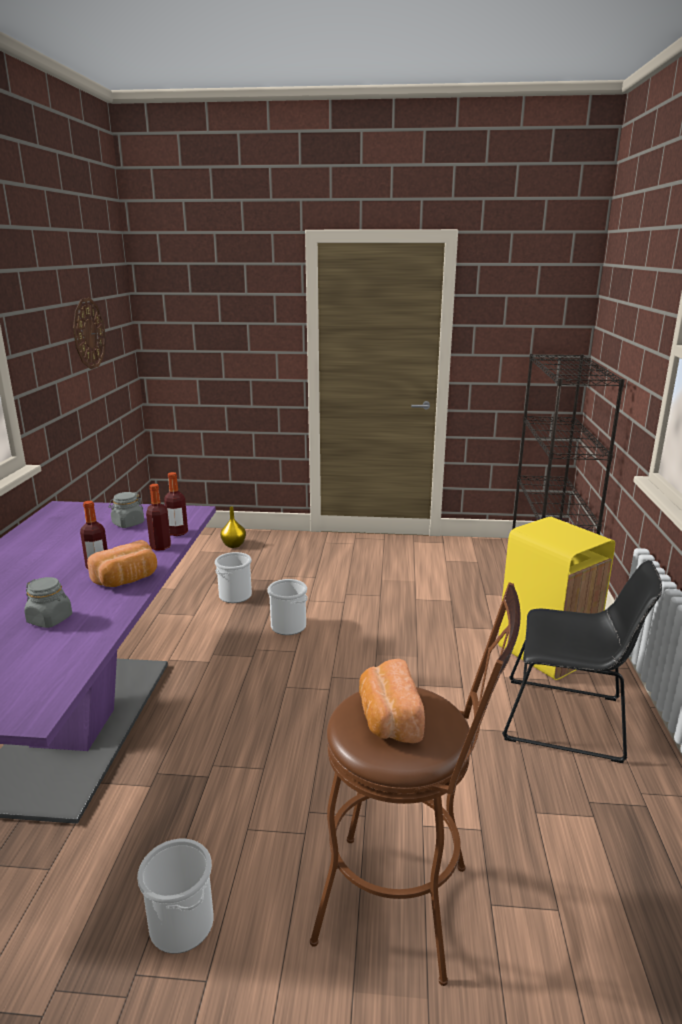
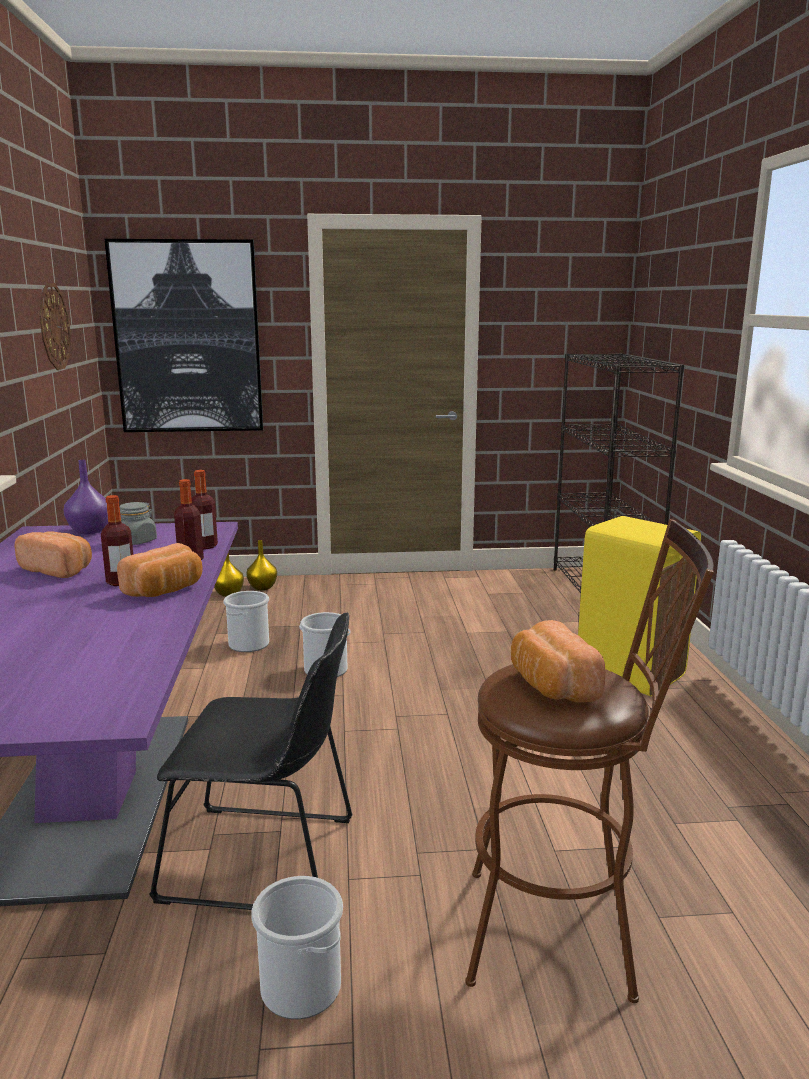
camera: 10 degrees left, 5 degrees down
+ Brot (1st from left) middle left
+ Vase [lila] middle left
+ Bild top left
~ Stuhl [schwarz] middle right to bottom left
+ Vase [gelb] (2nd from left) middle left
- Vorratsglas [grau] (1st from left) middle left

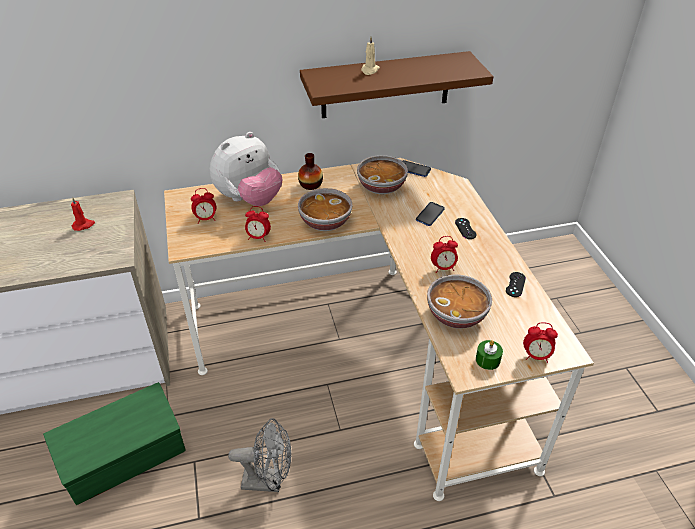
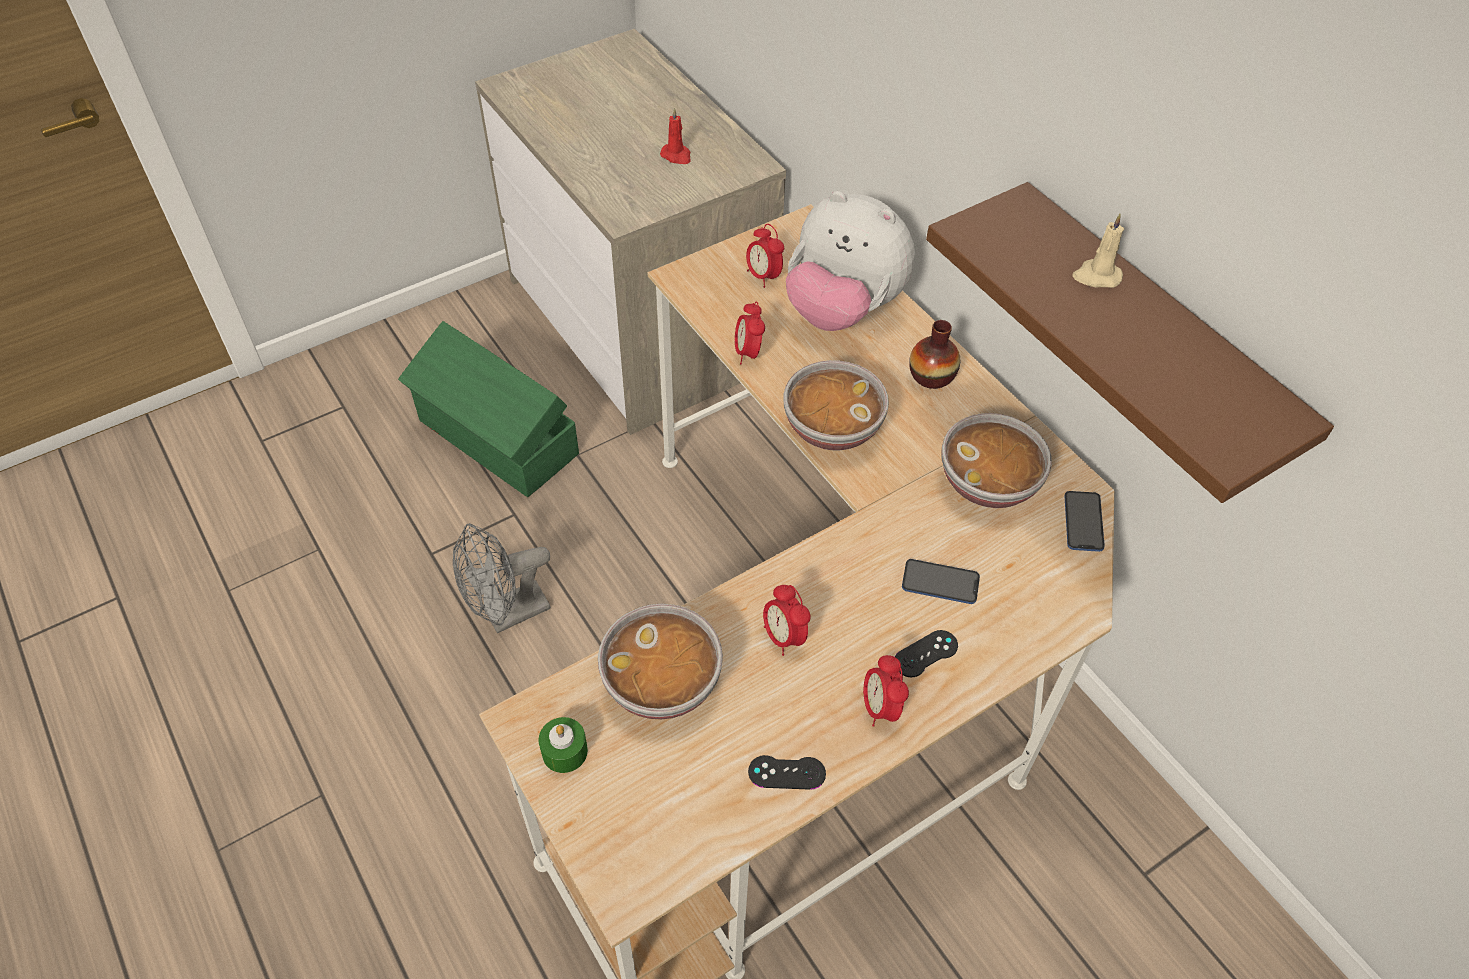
camera: 70 degrees right, 10 degrees up
~ Ventilator [grau] bottom centre = centre 75 degrees clockwise
~ Wecker (4th from left) middle right to bottom centre

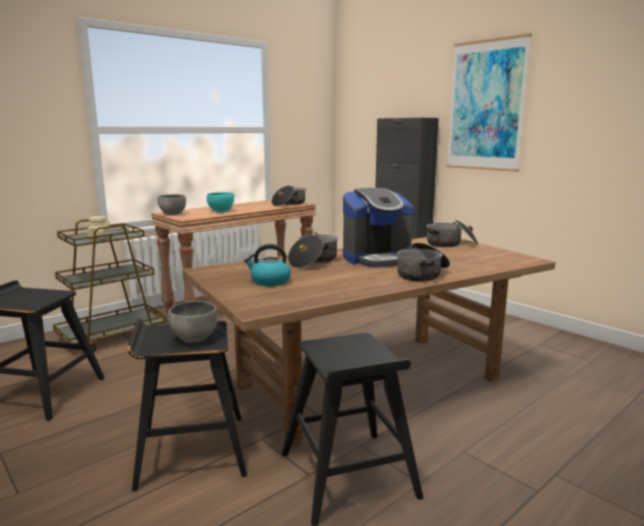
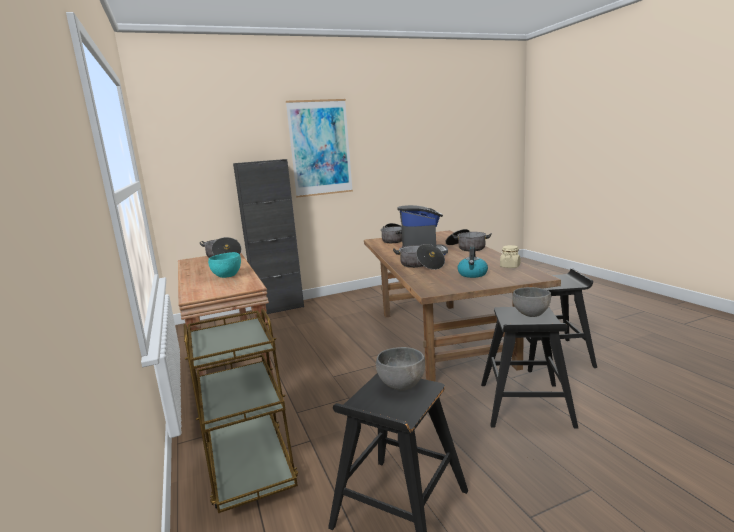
camera: 70 degrees left, 0 degrees up
~ Schüssel [grau] (1st from left) middle left to bottom centre
~ Vorratsglas [beige] middle left to middle right

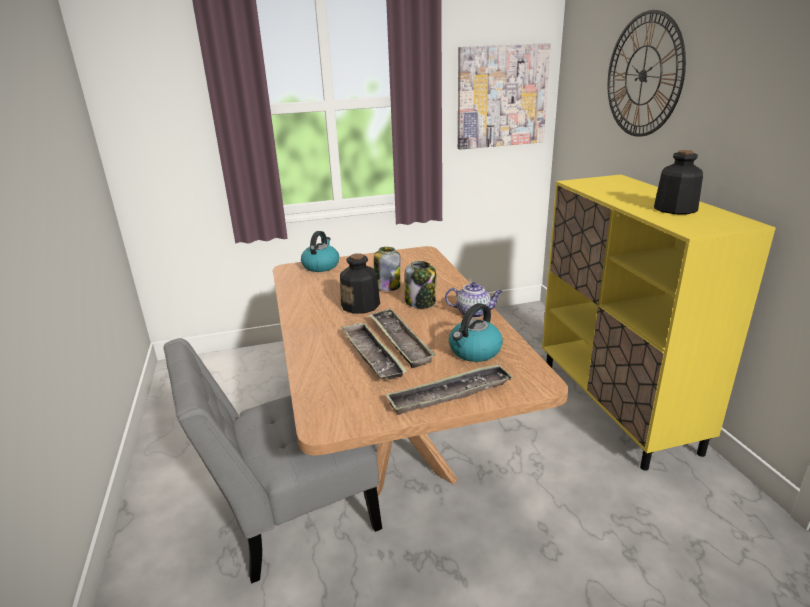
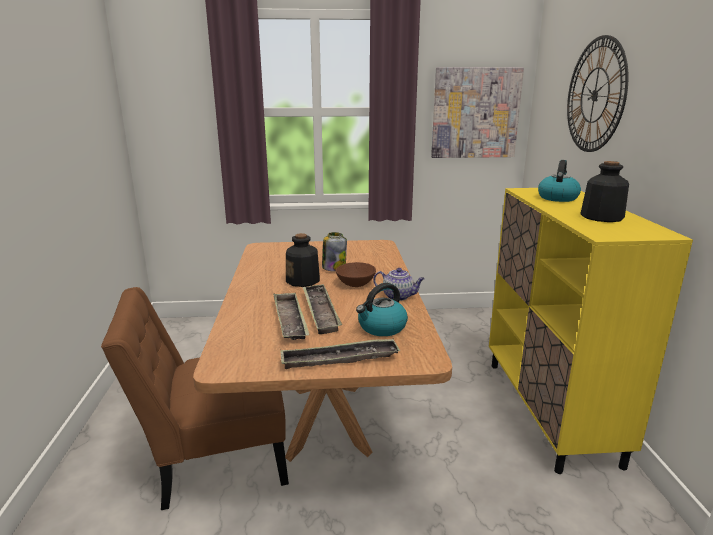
camera: 10 degrees right, 5 degrees down
~ Stuhl [grau] bottom centre to Stuhl [braun] bottom left
~ Vorratsglas (2nd from left) centre to Schüssel [braun] centre
~ Wasserkessel (1st from left in the first image) centre to Wasserkessel (2nd from left) middle right

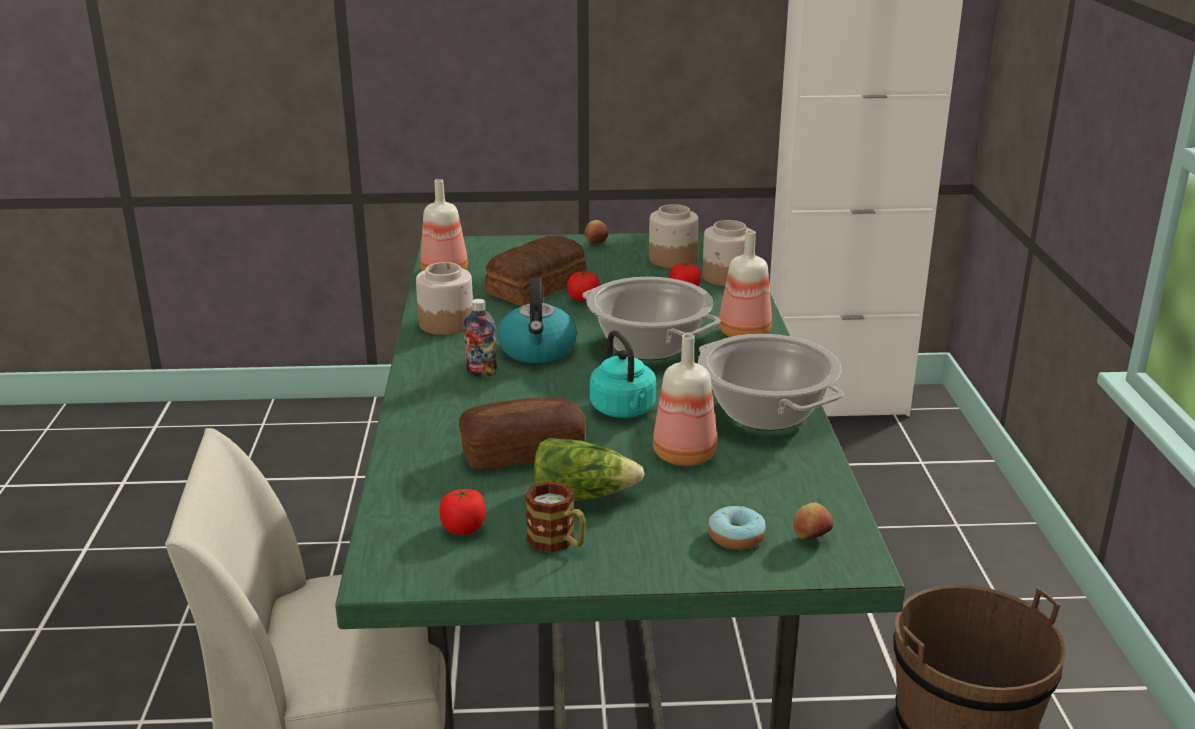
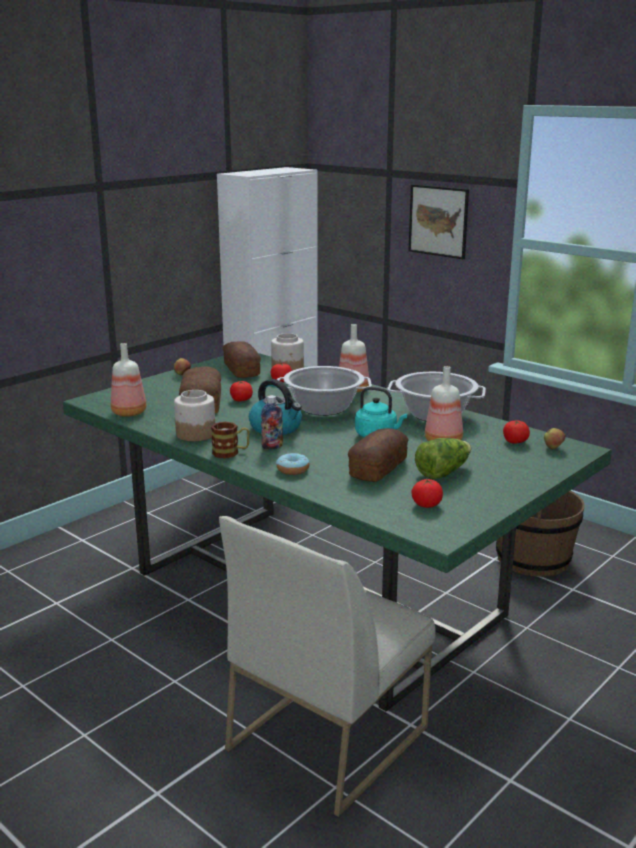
camera: 45 degrees left, 5 degrees down
~ Henkelbecher bottom centre to centre
~ Vorratsglas (2nd from left) top centre to Brot (2nd from left) centre
~ Donut bottom centre to centre
+ Bild top right
+ Tomate (4th from left) middle right

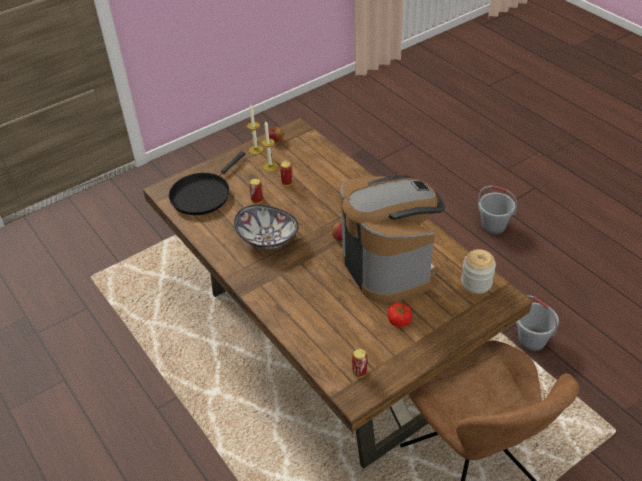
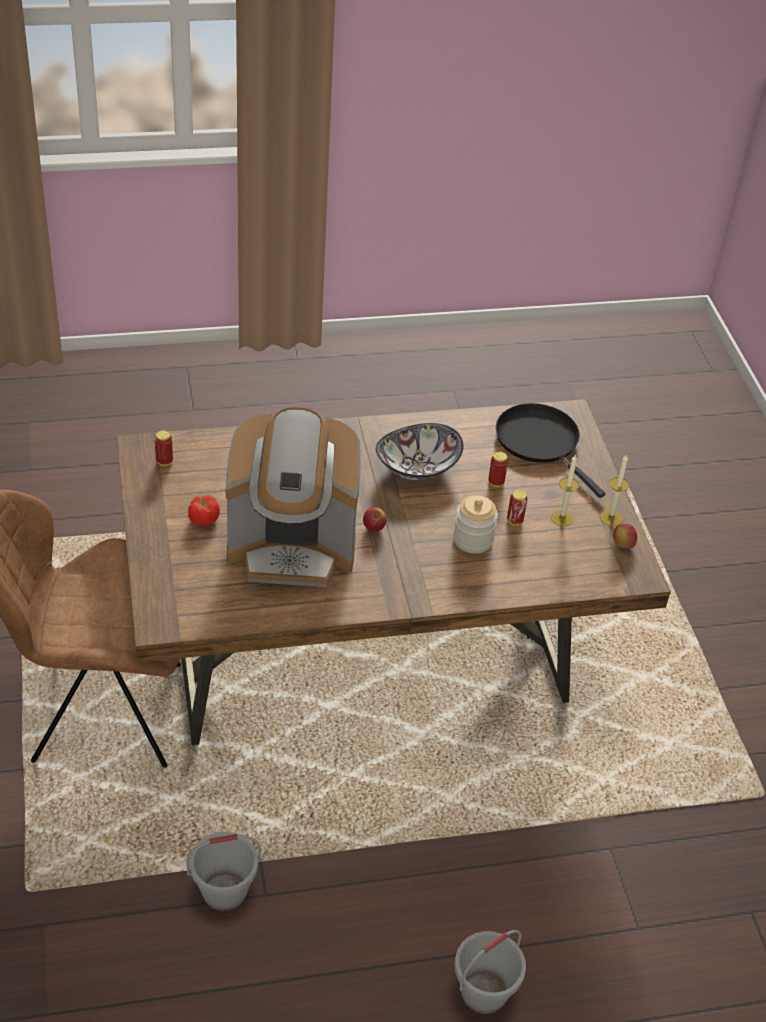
camera: 110 degrees right, 0 degrees up
~ Vorratsglas middle right to centre

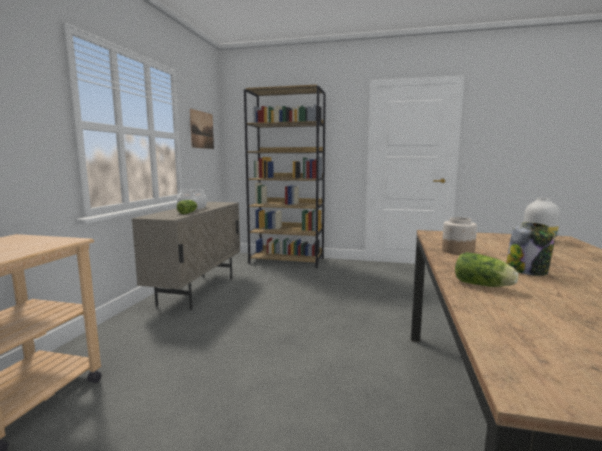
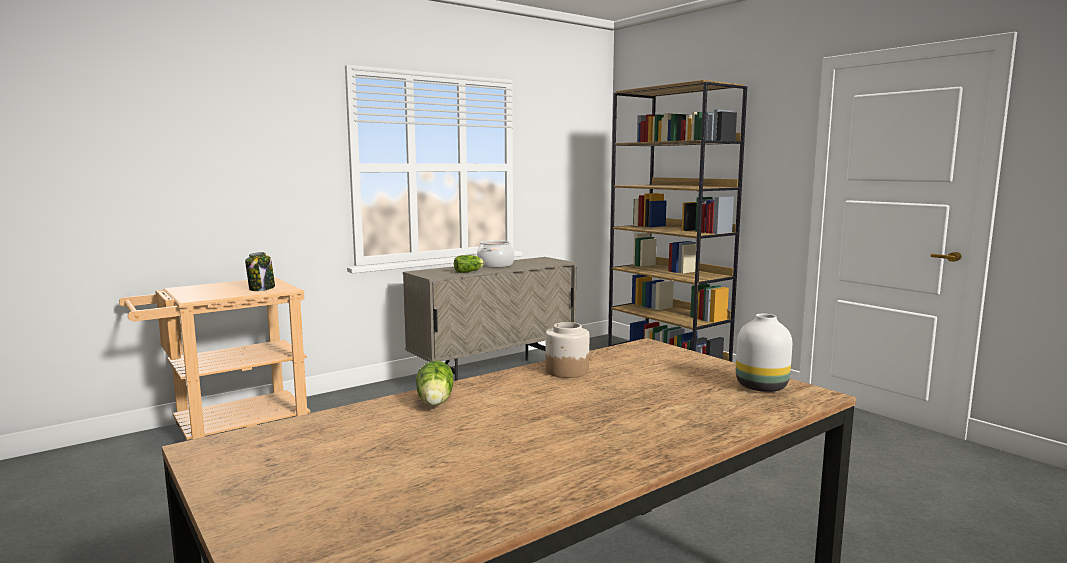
camera: 40 degrees right, 0 degrees up
~ Vorratsglas (2nd from left in the first image) middle right to Vorratsglas (1st from left) middle left
- Bild top centre

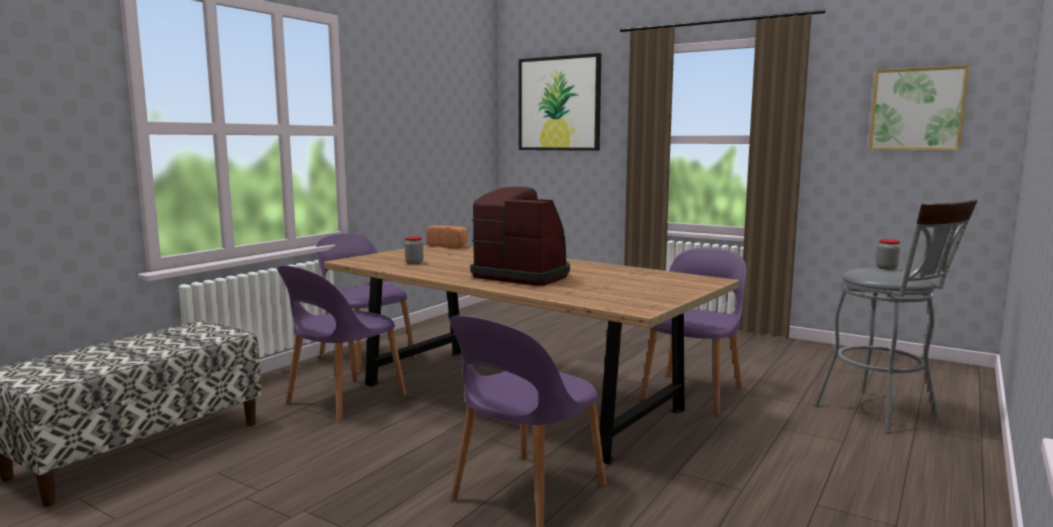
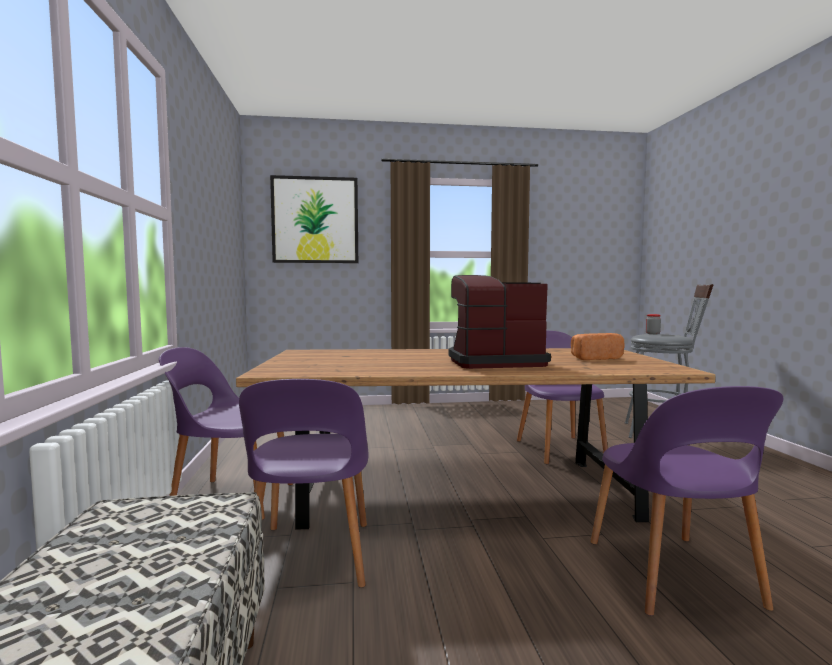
camera: 40 degrees left, 5 degrees down
~ Brot centre to middle right
- Vorratsglas (1st from left) centre
- Bild (2nd from left) top right

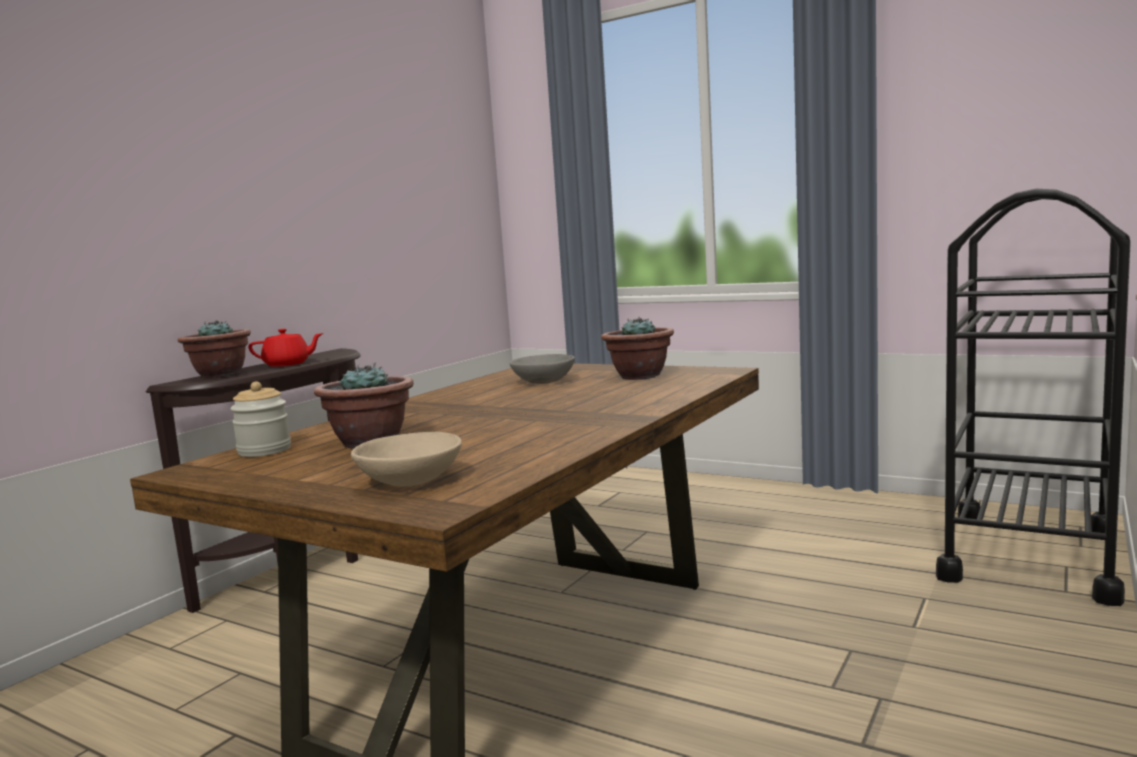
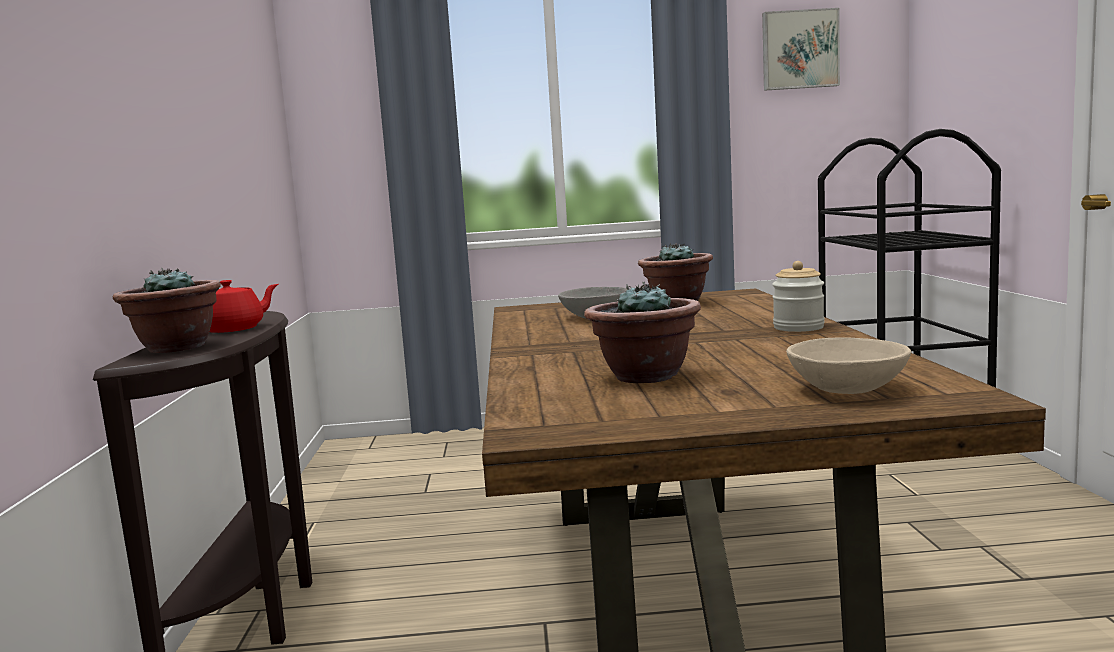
camera: 35 degrees left, 0 degrees up
+ Bild top right
~ Vorratsglas middle left to middle right

